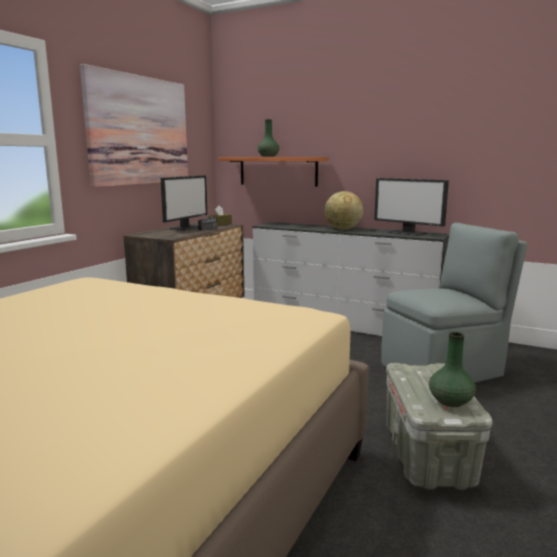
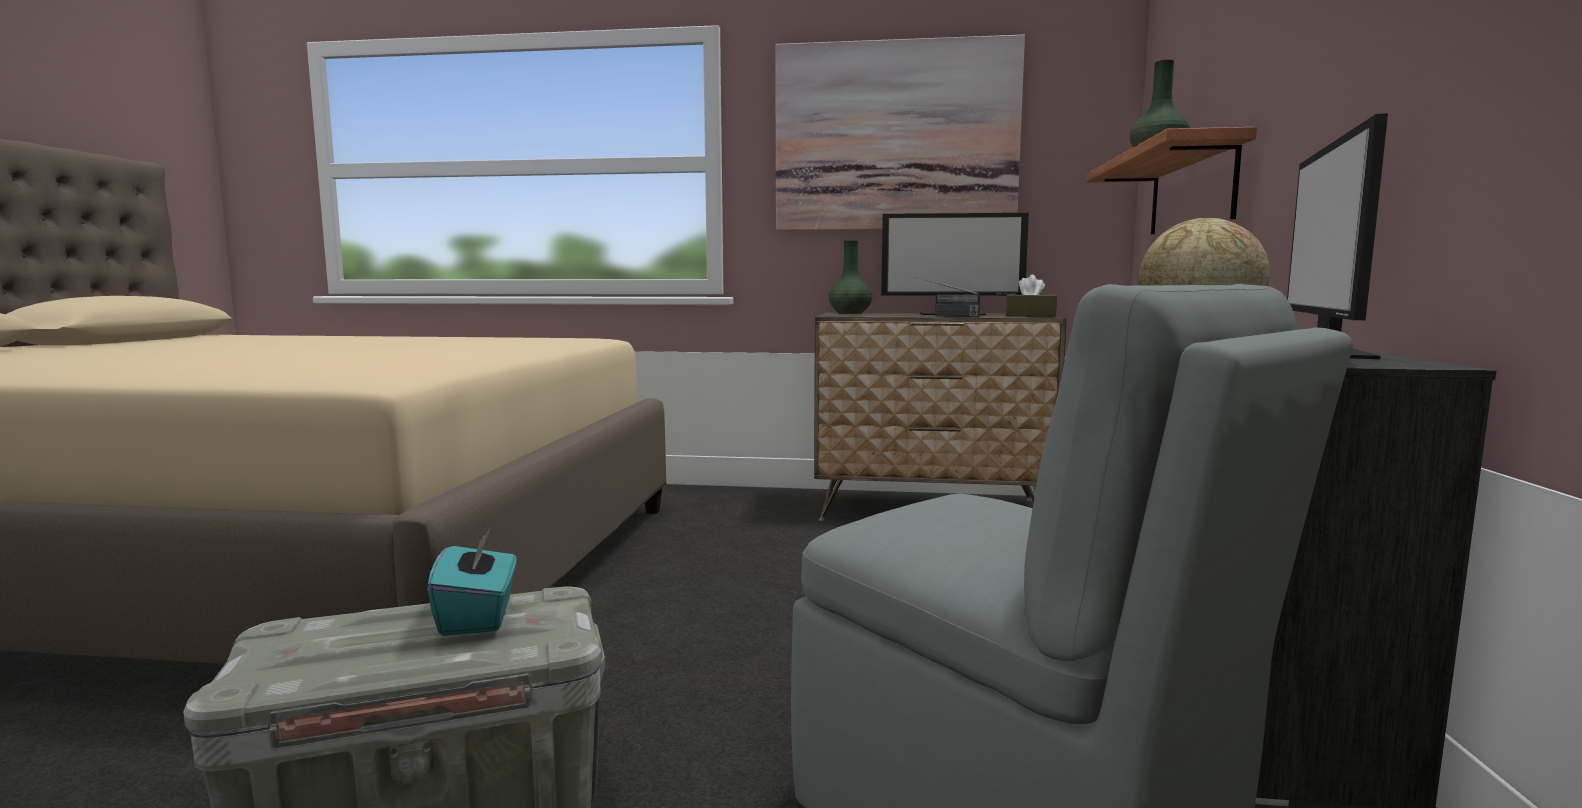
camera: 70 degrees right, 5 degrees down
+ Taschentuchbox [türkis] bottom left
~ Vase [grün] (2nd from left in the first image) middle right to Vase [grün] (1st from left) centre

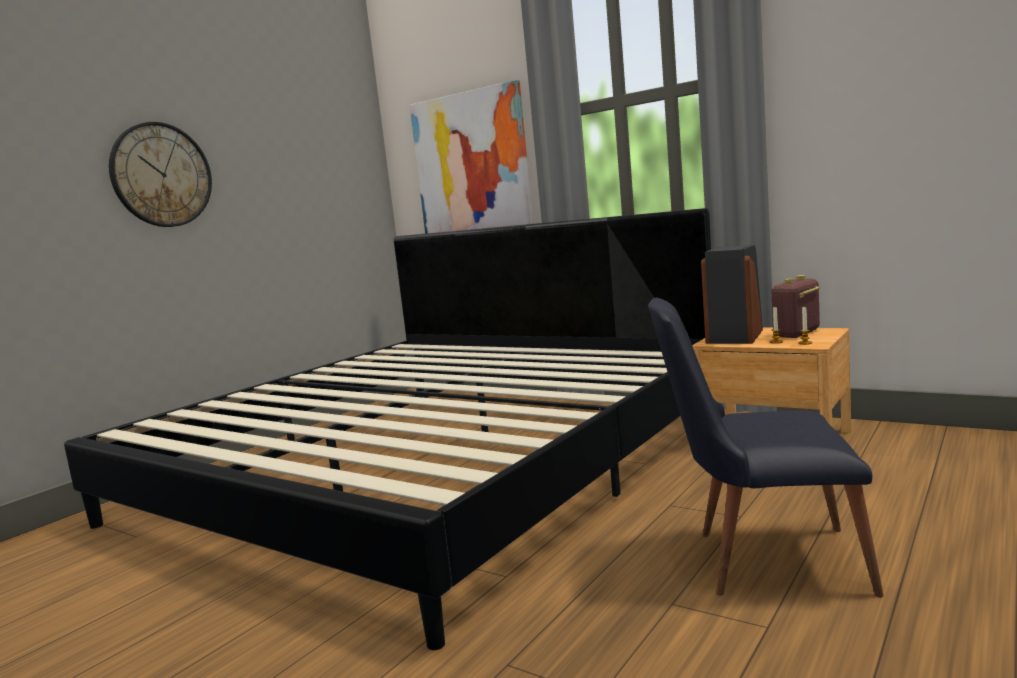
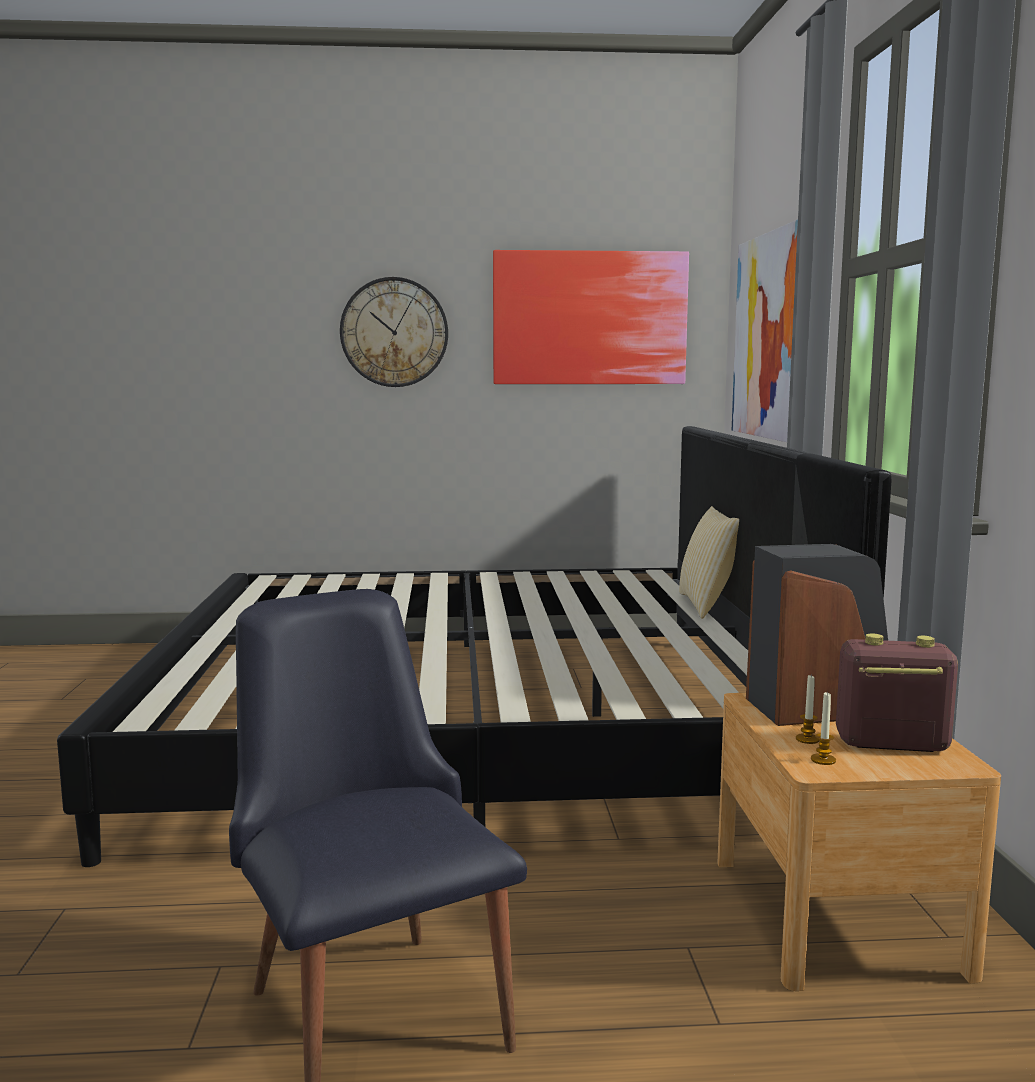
camera: 50 degrees right, 0 degrees up
+ Bild (1st from left) top centre
+ Kissen middle right

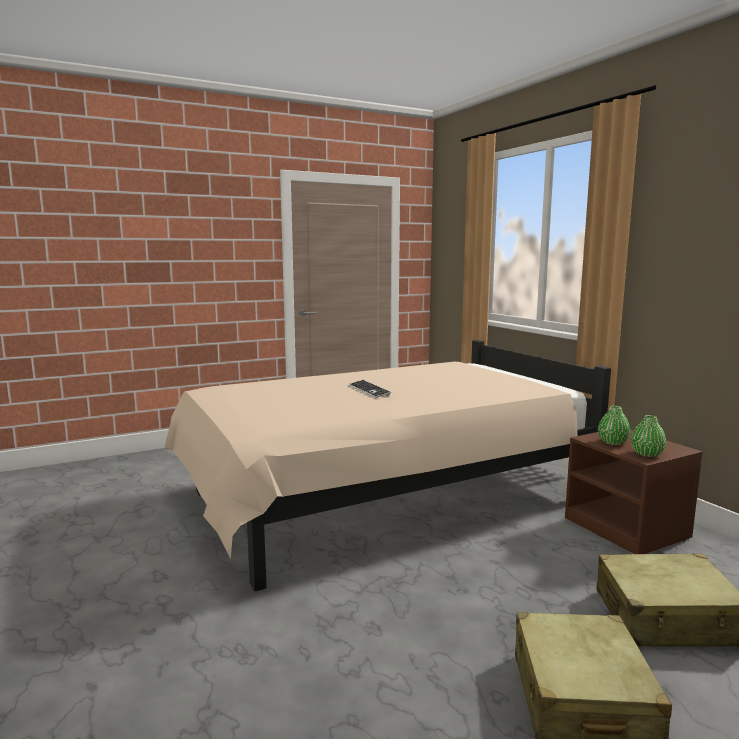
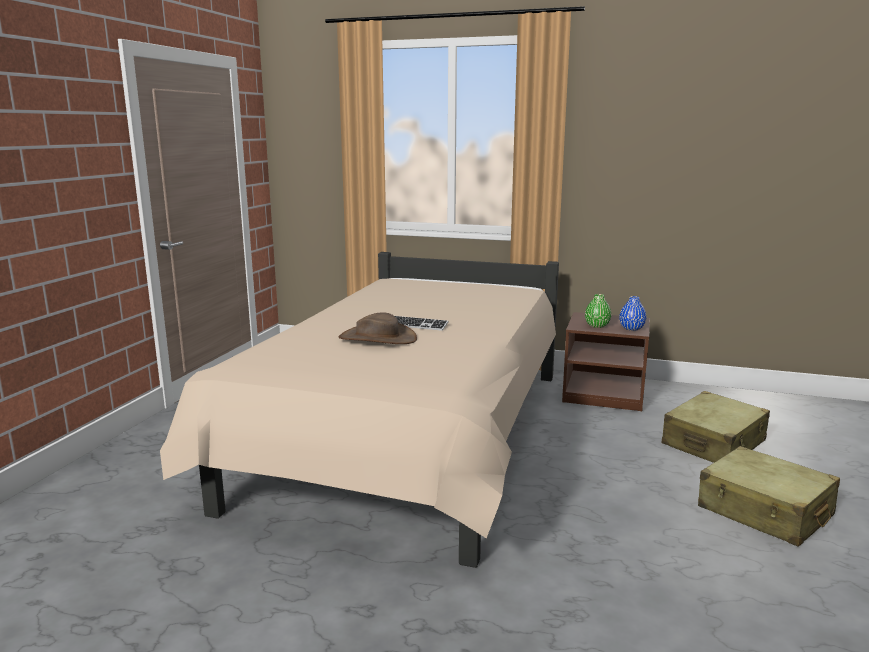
camera: 45 degrees left, 5 degrees up
+ Hut [braun] centre
~ Vase [grün] (2nd from left) middle right to Vase [blau] middle right

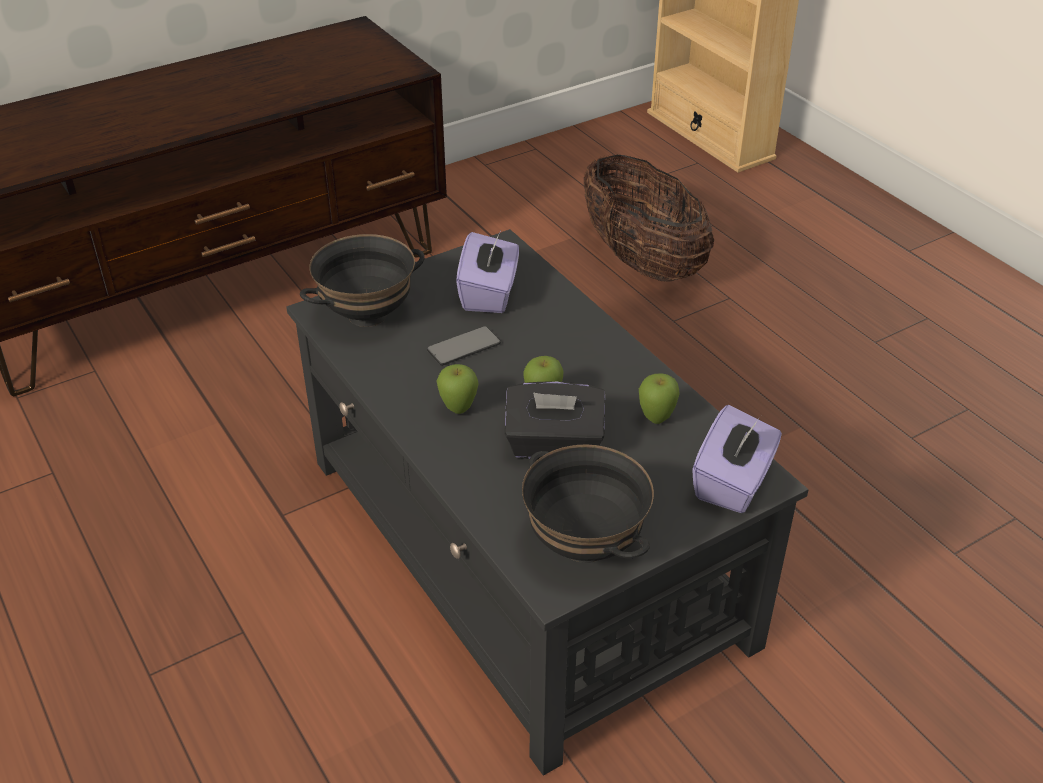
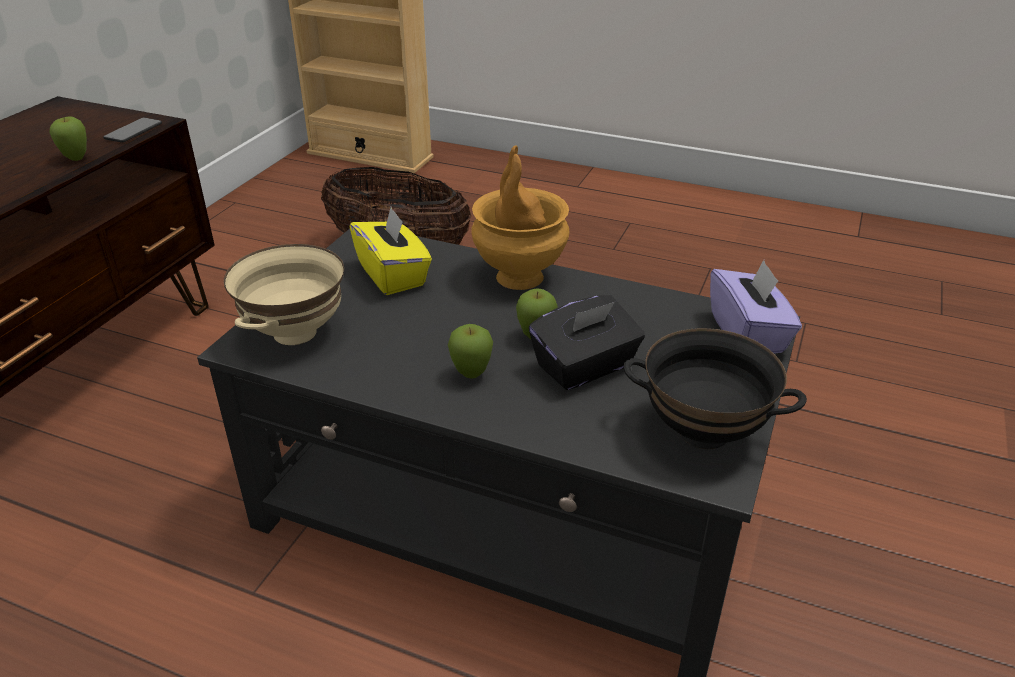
camera: 35 degrees left, 5 degrees down
~ Apfel (3rd from left in the first image) centre to Apfel (1st from left) top left
~ Handy centre to top left
~ Schüssel [schwarz] (1st from left) centre to Schüssel [beige] middle left
~ Taschentuchbox [lila] (1st from left) centre to Taschentuchbox [gelb] centre
+ Vase [braun] top centre

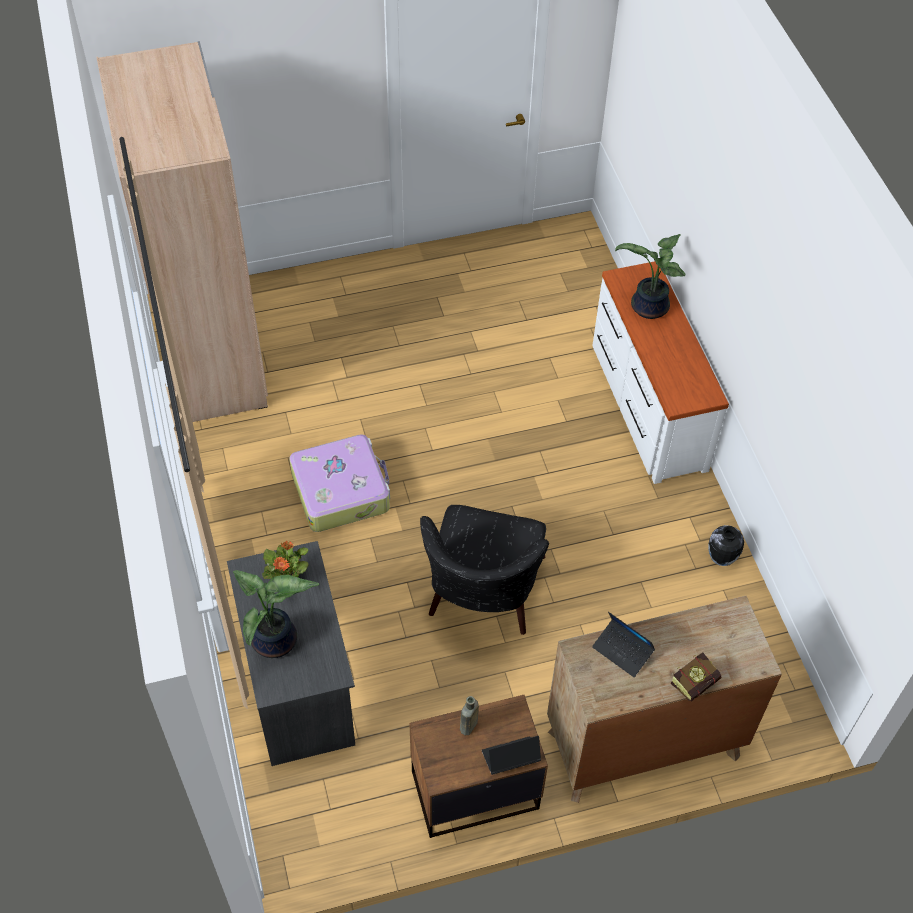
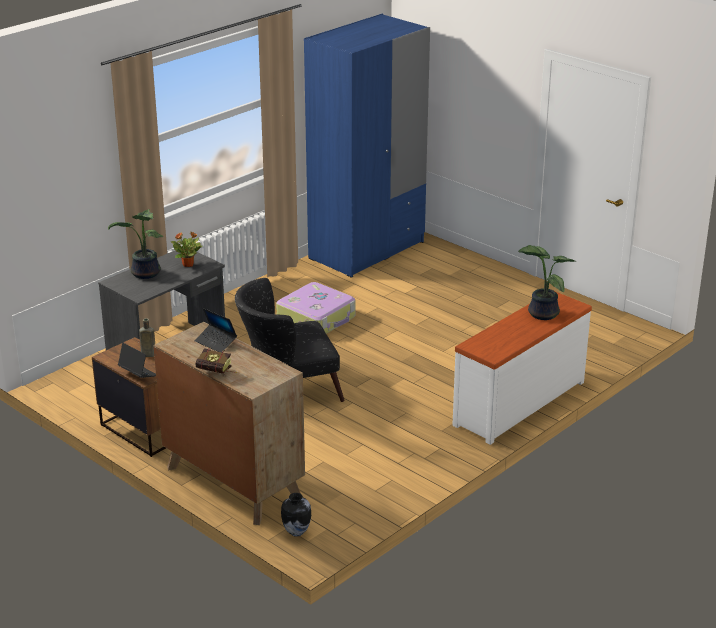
camera: 60 degrees right, 25 degrees down
~ Laptop (2nd from left) bottom right = middle left 60 degrees counterclockwise
~ Vase middle right to bottom centre
~ Kleiderschrank [beige] top left to Kleiderschrank [blau] top centre

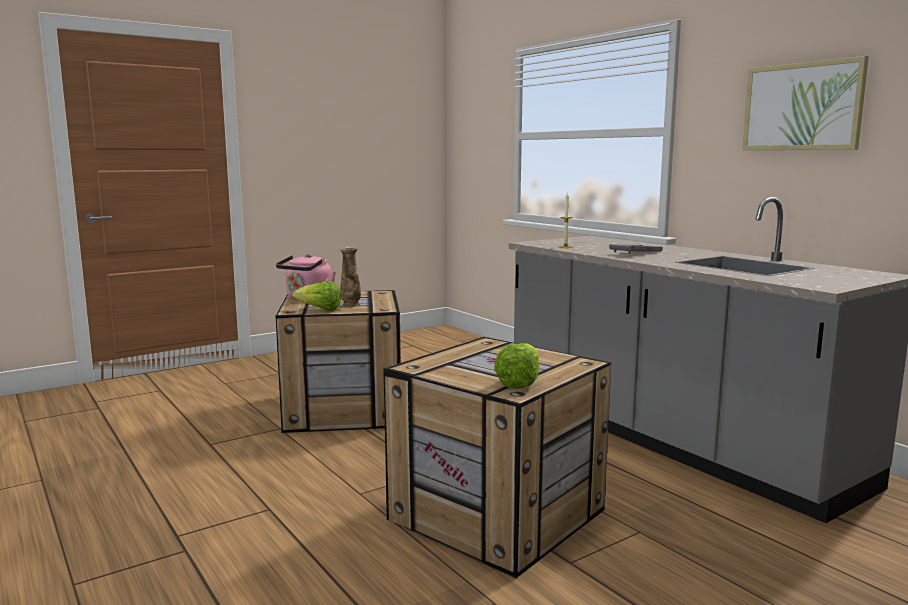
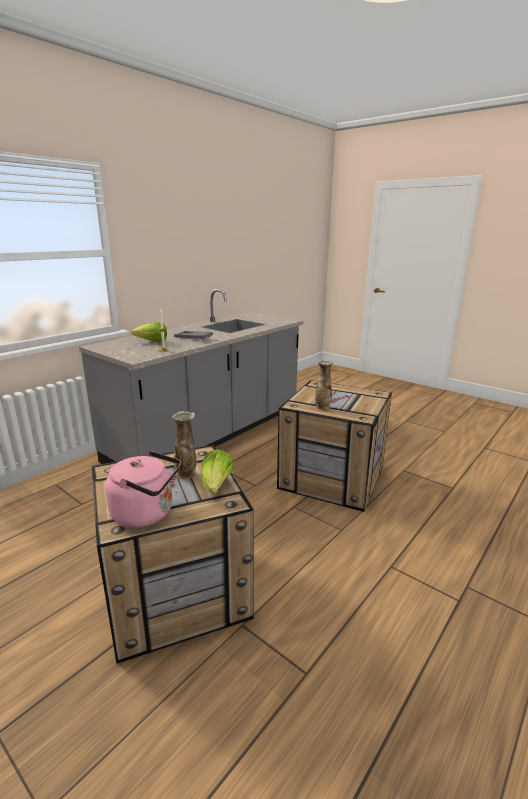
camera: 105 degrees left, 10 degrees up
~ Salatkopf (2nd from left in the first image) centre to Salatkopf (1st from left) middle left
+ Vase (2nd from left) centre
- Bild top right

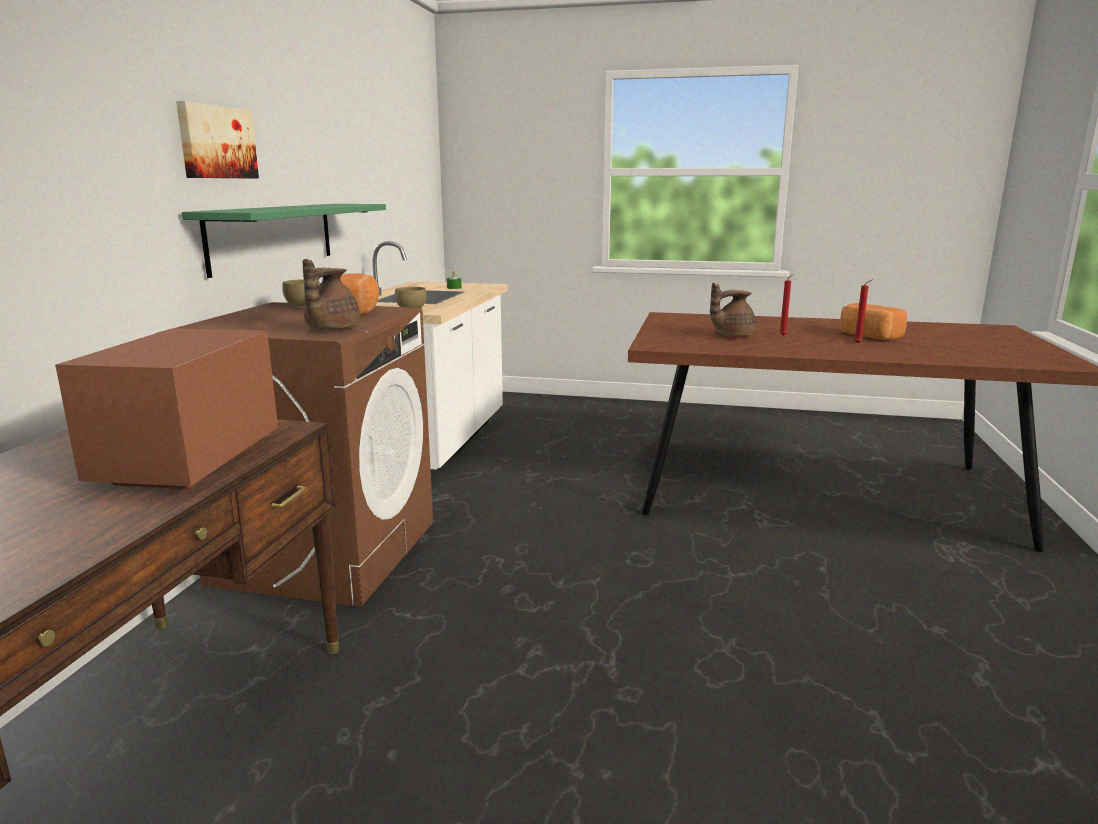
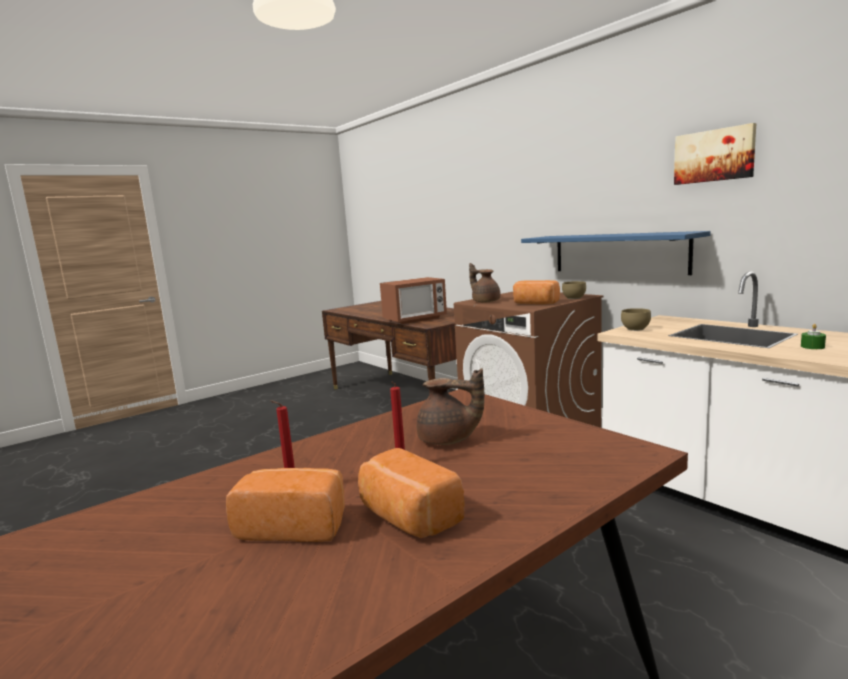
camera: 130 degrees right, 5 degrees down
+ Brot (2nd from left) bottom centre
~ Mikrowelle middle left = centre 105 degrees clockwise
~ Teekanne [braun] (2nd from left in the first image) middle right = centre 90 degrees clockwise
~ Wandregal [grün] top left to Wandregal [blau] middle right
~ Bild top left to top right

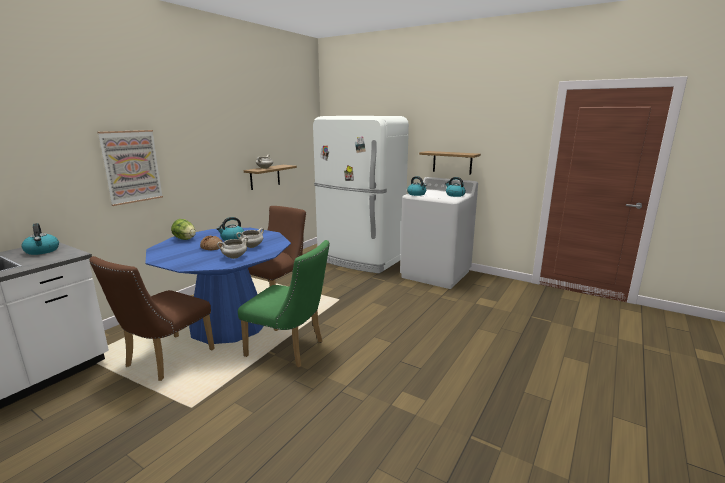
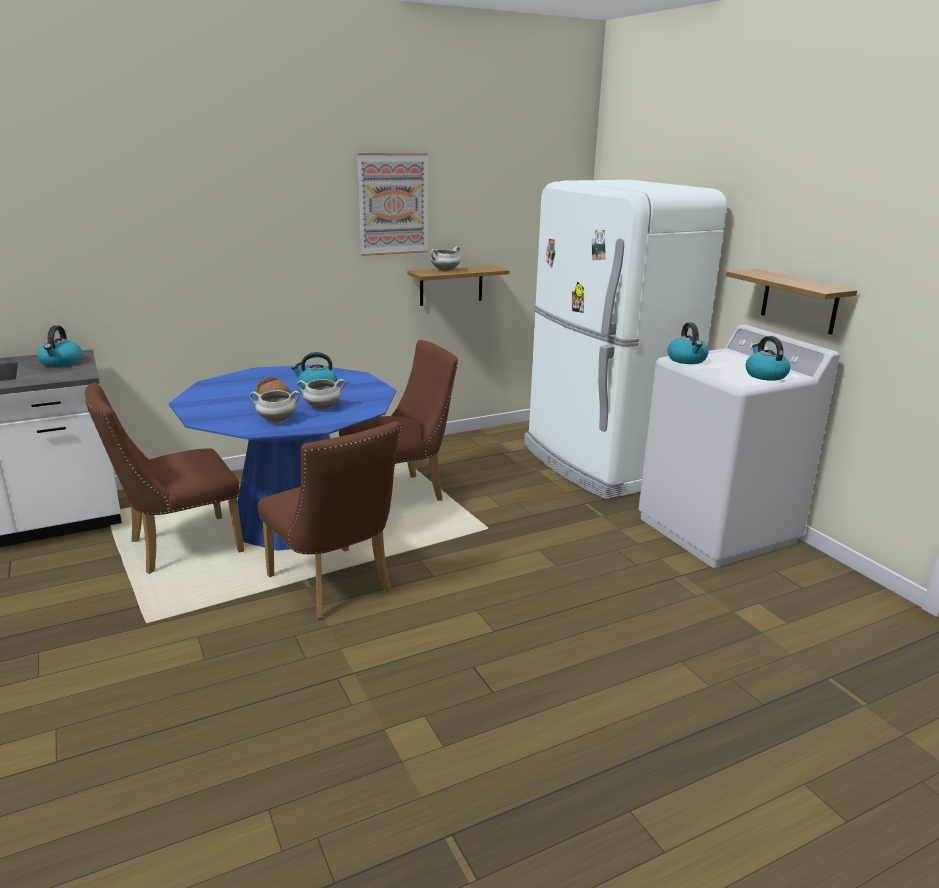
camera: 30 degrees right, 5 degrees up
~ Stuhl [grün] centre to Stuhl [braun] (2nd from left) centre
~ Bild middle left to top centre
- Salatkopf middle left

